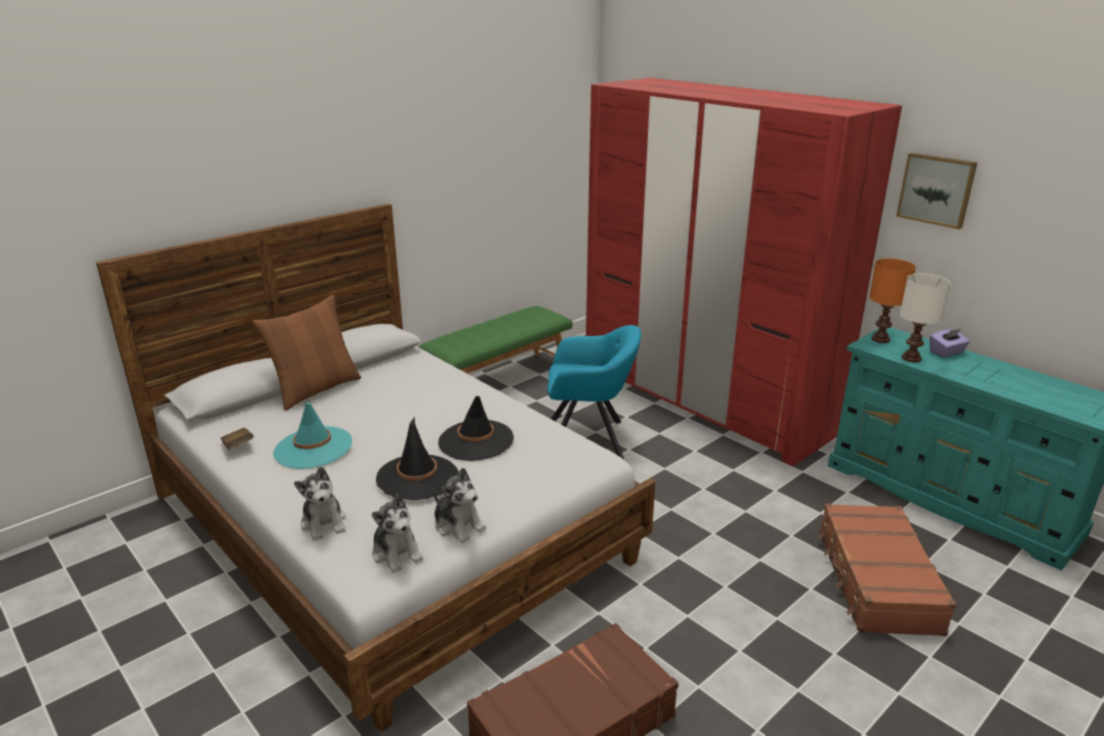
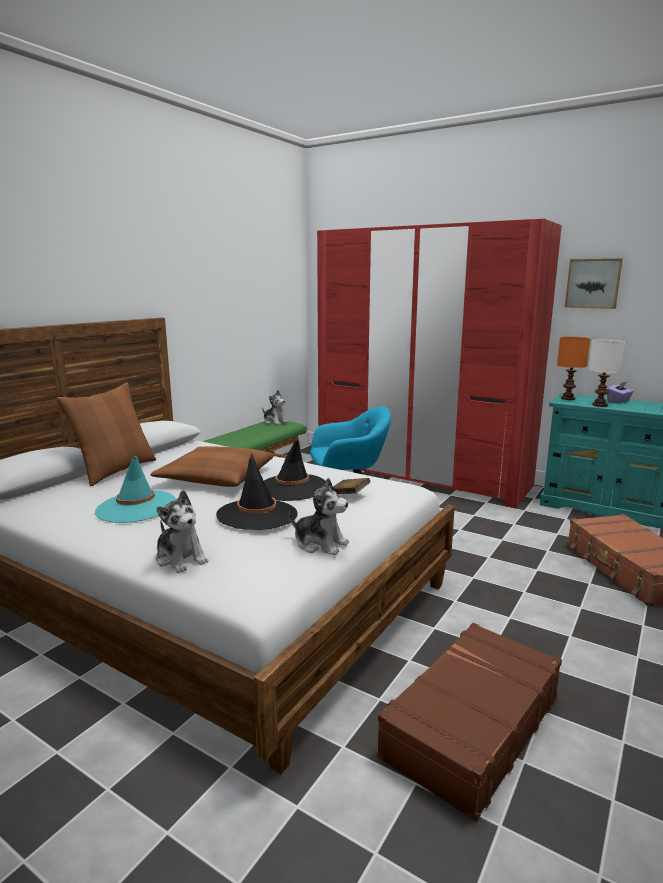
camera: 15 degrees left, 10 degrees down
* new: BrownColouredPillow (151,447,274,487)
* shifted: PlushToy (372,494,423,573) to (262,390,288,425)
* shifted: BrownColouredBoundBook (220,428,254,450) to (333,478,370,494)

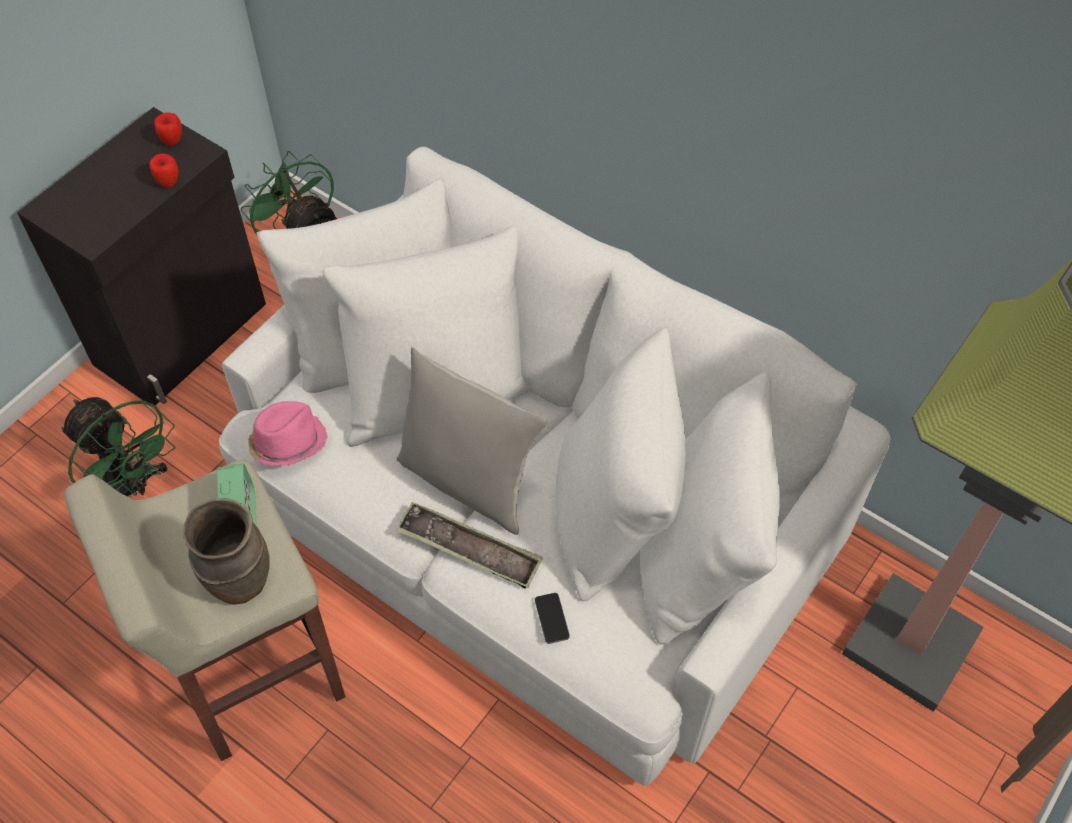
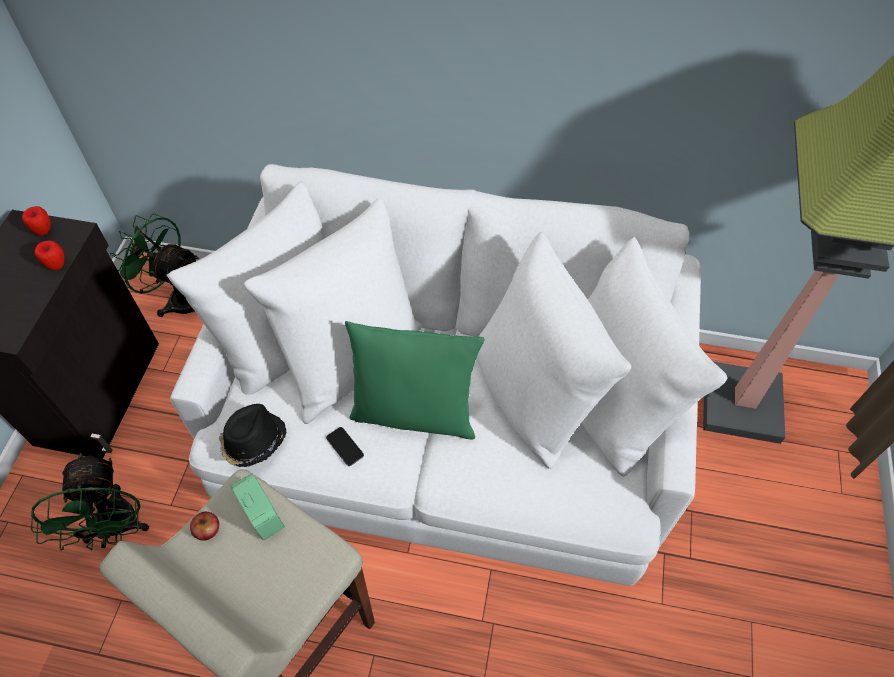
camera: 25 degrees left, 0 degrees up
* rotated: GreenColouredFan (61,397,175,496) = (31,453,149,550) 60 degrees clockwise
* new: Apple (190,512,219,541)
* repainted: PinkClothingHat (248,401,328,466) to BlackClothingHat (219,404,287,467)
* shifted: Handset (535,593,570,644) to (326,427,364,466)
* repainted: GreyishPillow (396,348,547,535) to GreenColouredPillow (345,321,485,439)
* gone: BrownColouredVase (182,498,270,605)
* gone: ServingTray (396,502,543,589)

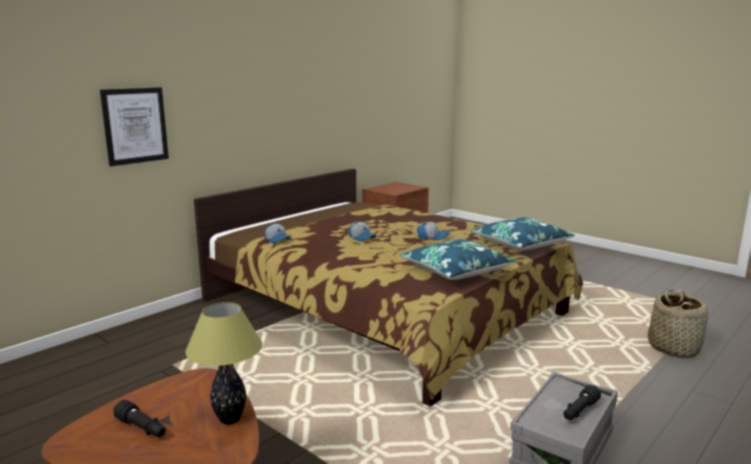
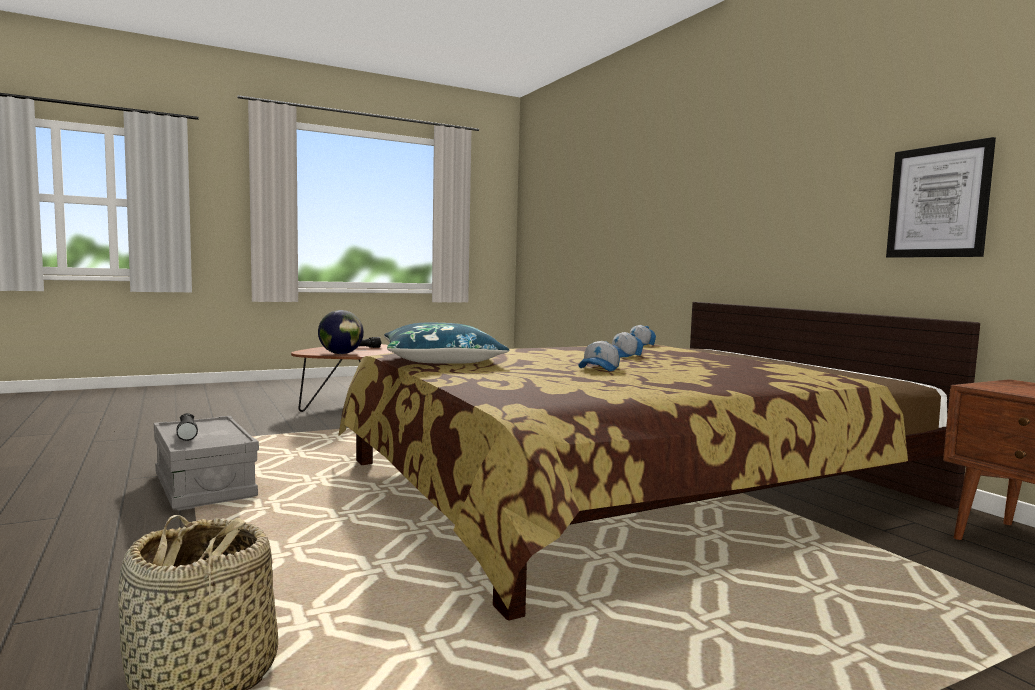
camera: 110 degrees right, 10 degrees down
* swapped: TabletopLamp (185,302,263,424) to WorldGlobe (318,310,364,354)
* shifted: WallArt (100,87,169,166) to (886,137,996,258)
* gone: BlueColouredPillow (471,217,575,251)

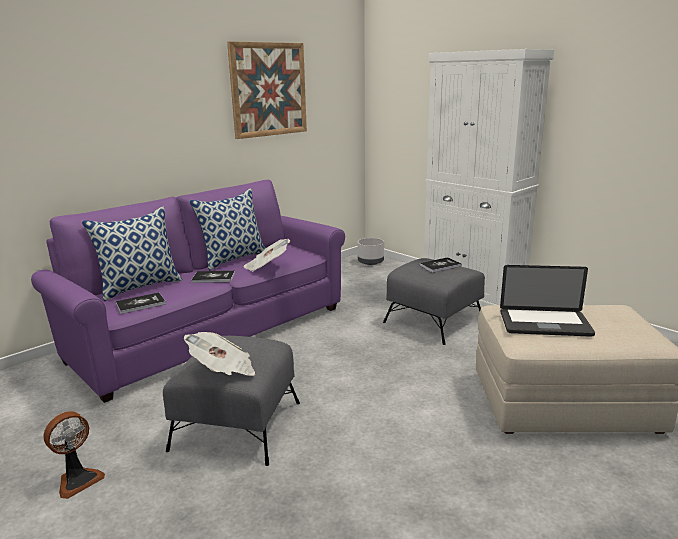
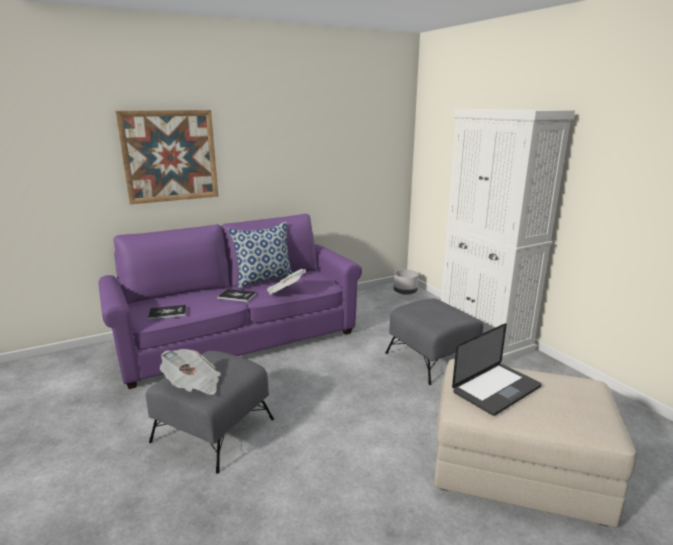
camera: 15 degrees right, 0 degrees up
* shifted: WallArt (227,41,307,139) to (115,110,218,204)
* rotated: NotebookComputer (500,265,595,337) = (452,323,542,416) 60 degrees counterclockwise
* gone: Fan (43,411,105,499)
* gone: Pillow (82,206,183,301)
* gone: BoundBook (419,257,462,273)

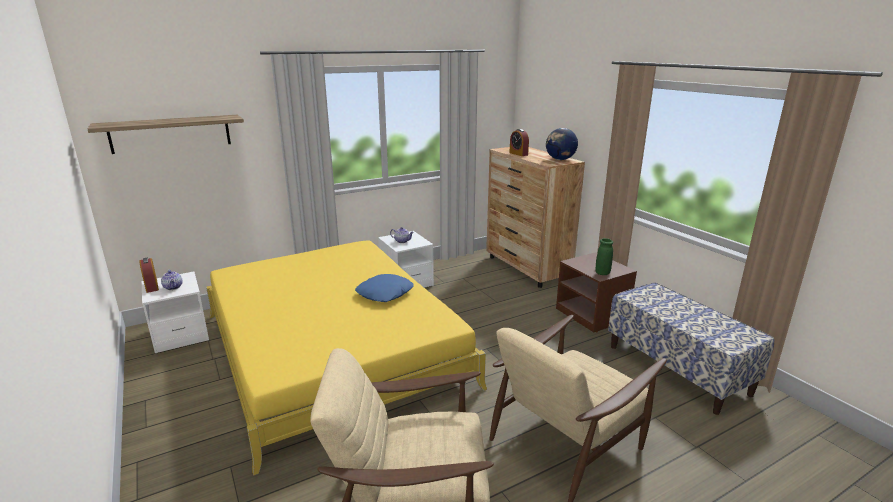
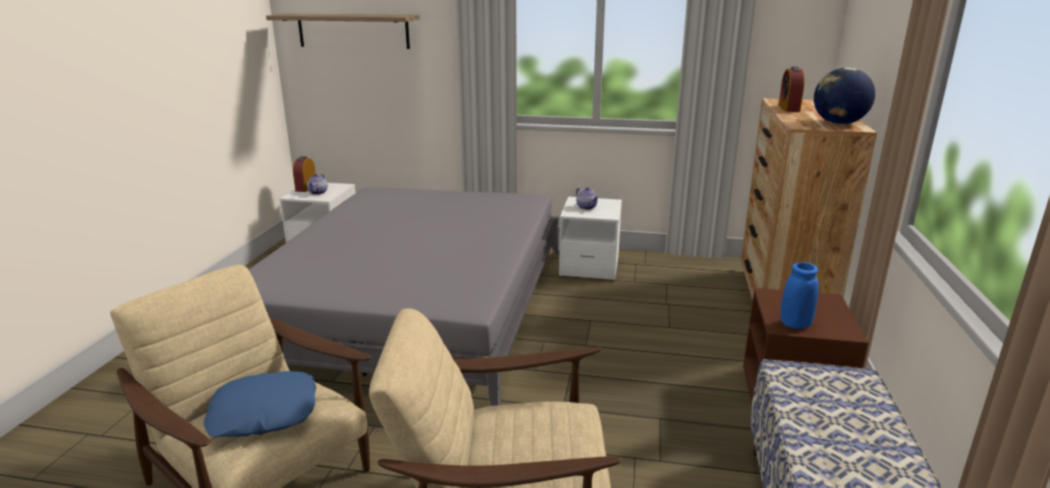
camera: 40 degrees right, 0 degrees up
* shifted: BlueColouredPillow (355,274,414,302) to (204,371,316,437)
* repainted: YellowSleepingBed (206,240,487,476) to GreyishSleepingBed (249,187,560,406)
* repainted: GreenColouredVase (596,238,613,275) to BlueColouredVase (781,262,819,329)

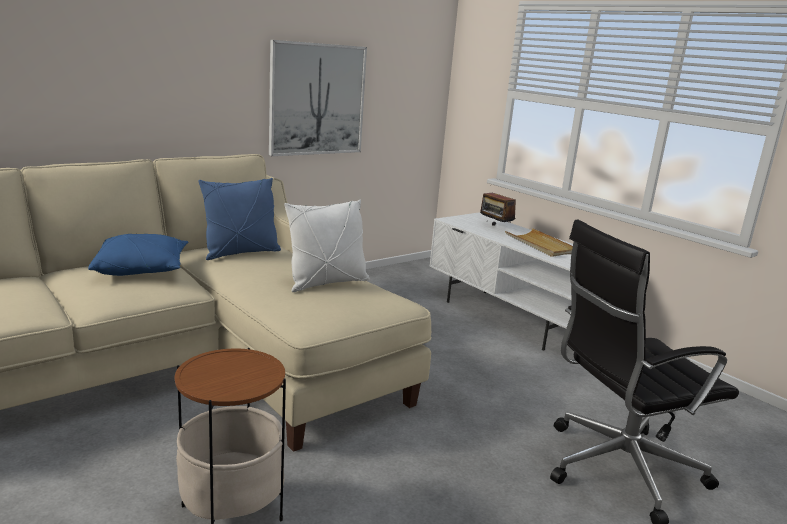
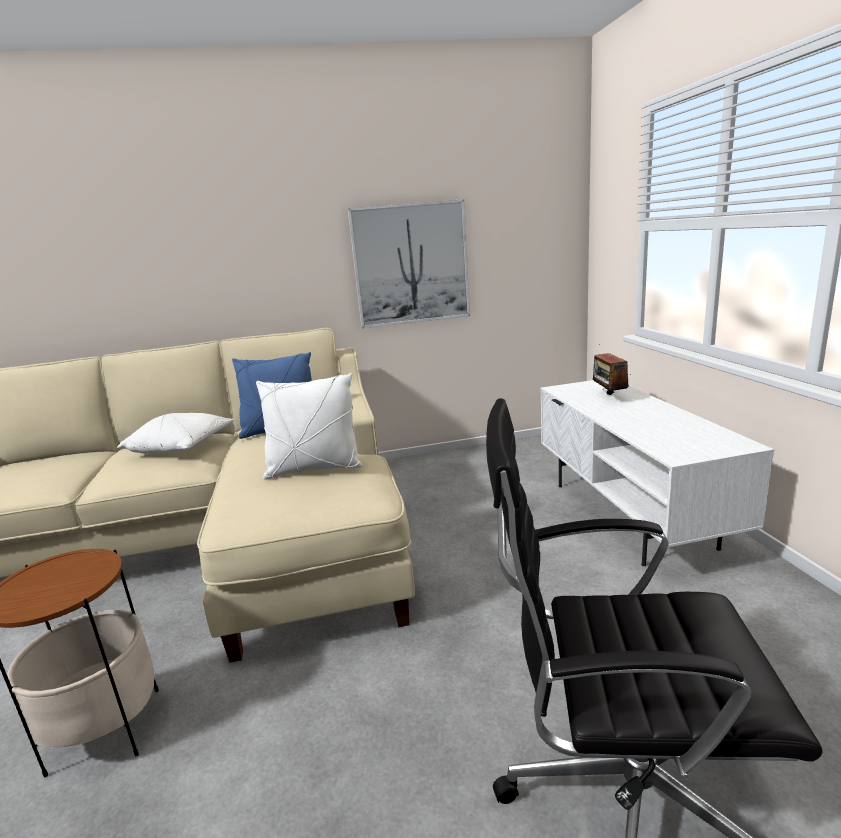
camera: 30 degrees right, 0 degrees up
* repainted: BlueColouredPillow (88,234,188,276) to WhitishPillow (117,413,234,454)
* gone: BeigeColouredServingTray (505,228,573,257)

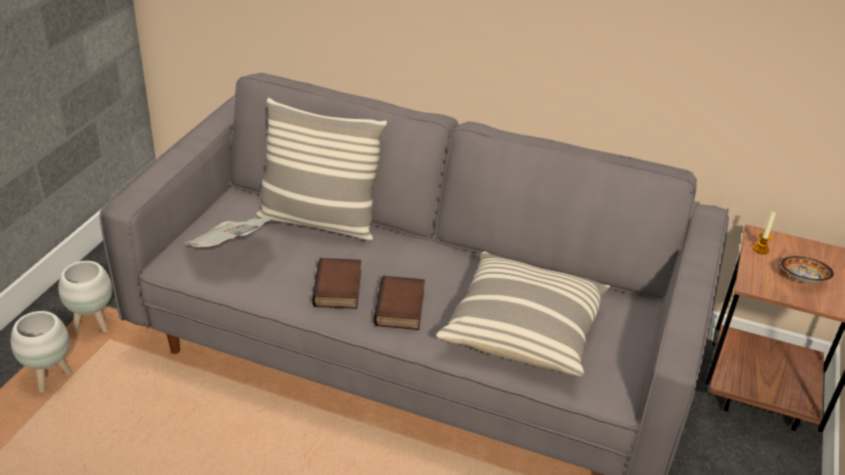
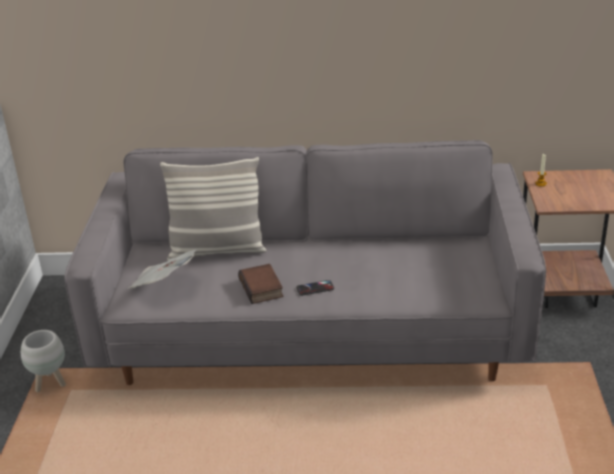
camera: 15 degrees left, 5 degrees down
* swapped: BoundBook (374,276,425,330) to Handset (296,280,334,296)
* gone: WhitishFlowerPot (11,311,72,392)
* gone: Pillow (436,252,610,376)
* gone: DeepDish (781,256,834,283)

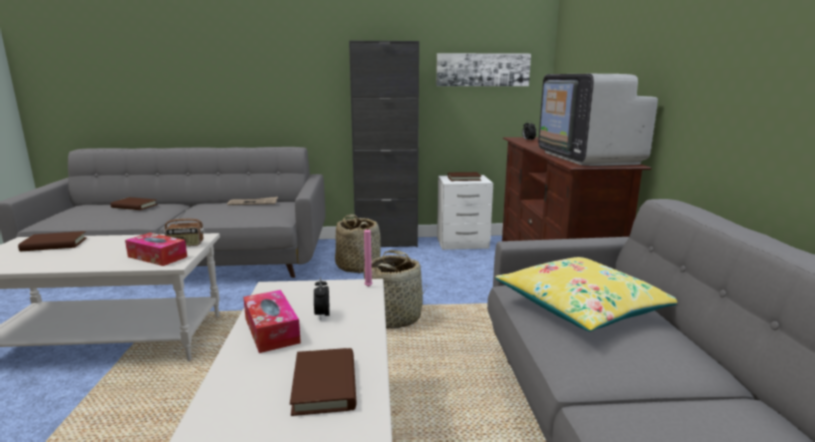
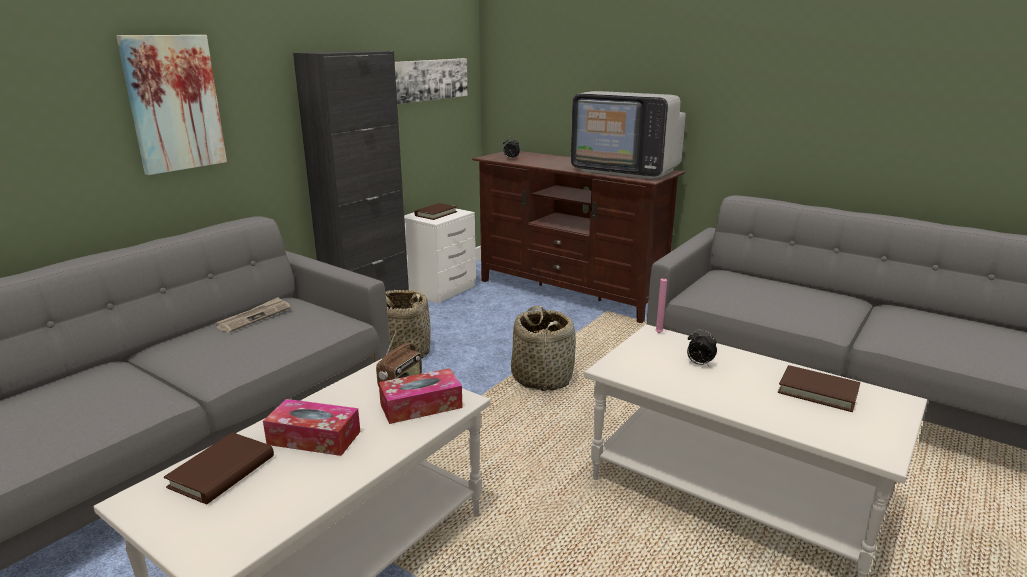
camera: 50 degrees left, 5 degrees up
* new: WallArt (116,35,227,175)
* shifted: TissueHolder (243,290,301,353) to (263,399,360,456)
* gone: BrownColouredBoundBook (111,197,158,210)
* gone: YellowPillow (495,257,677,332)

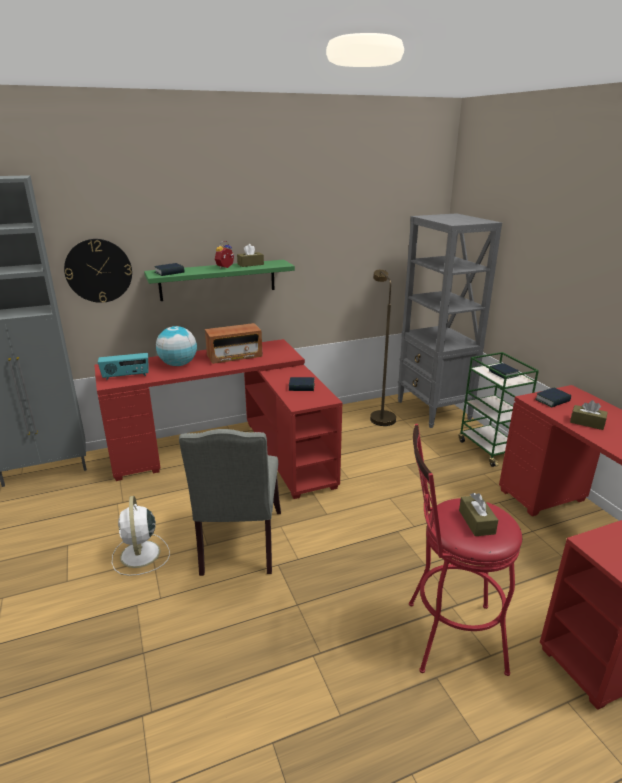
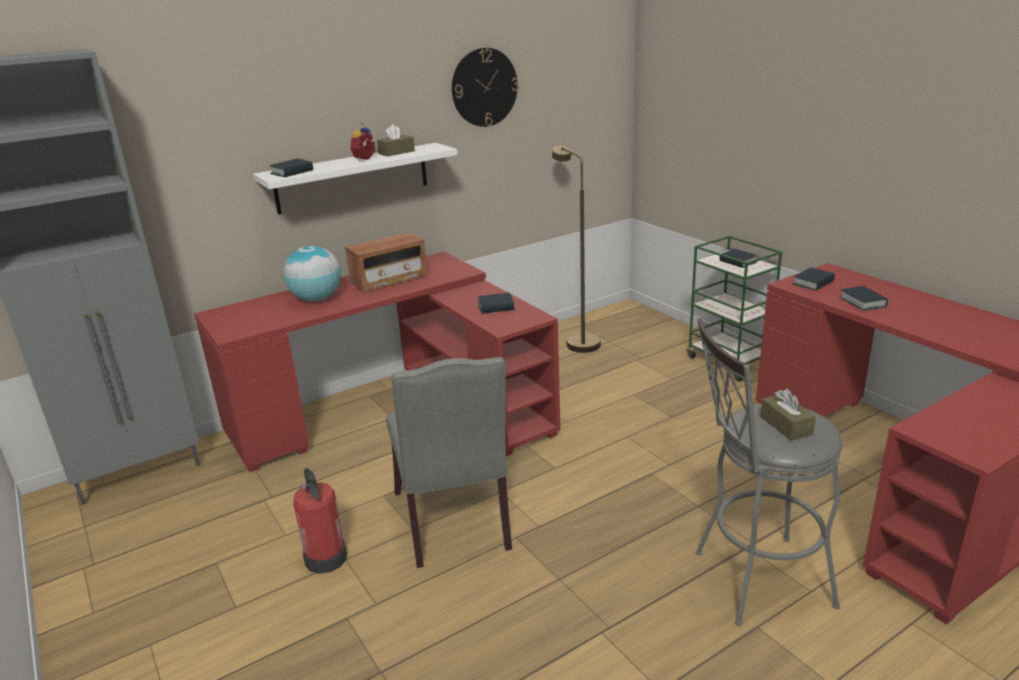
camera: 10 degrees left, 0 degrees up
* repainted: GreenColouredWallShelf (144,260,295,301) to WhitishWallShelf (253,143,457,215)
* swapped: WhitishFan (112,496,170,576) to Extinguisher (293,468,347,574)
* shifted: ClockOnTheWall (64,239,132,303) to (452,48,519,127)
* repainted: RedStool (409,424,522,676) to GreyishStool (696,316,842,626)
* swapped: BrownColouredTissueHolder (570,400,608,430) to BoundBook (840,286,888,311)
* gone: RadioSet (98,353,149,380)
* gone: GreyishBookshelf (398,213,502,428)

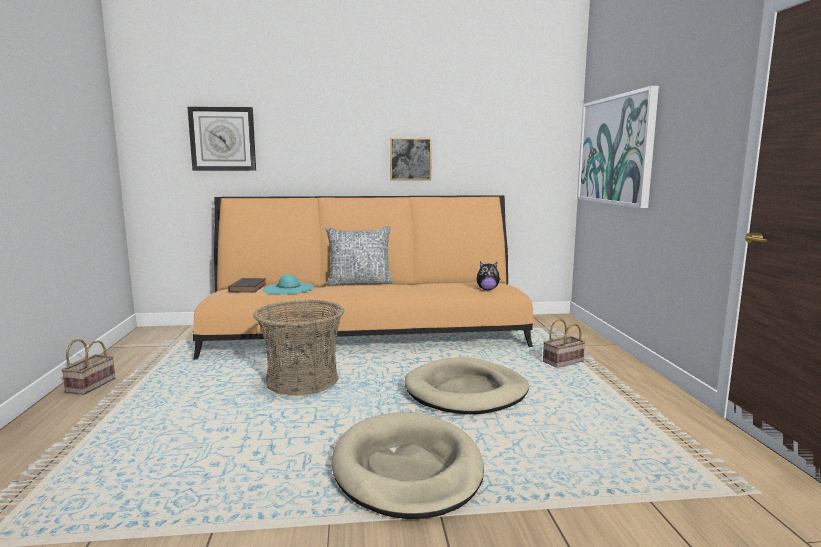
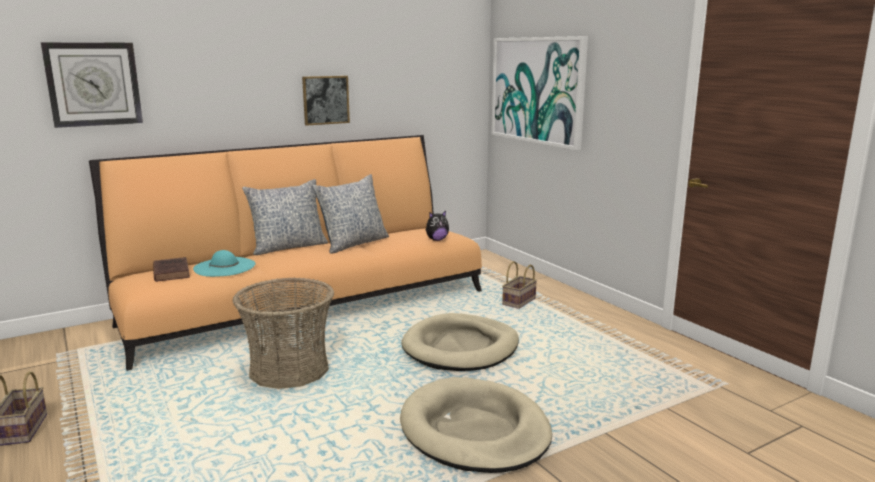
camera: 25 degrees left, 5 degrees up
* new: Pillow (312,174,389,254)

